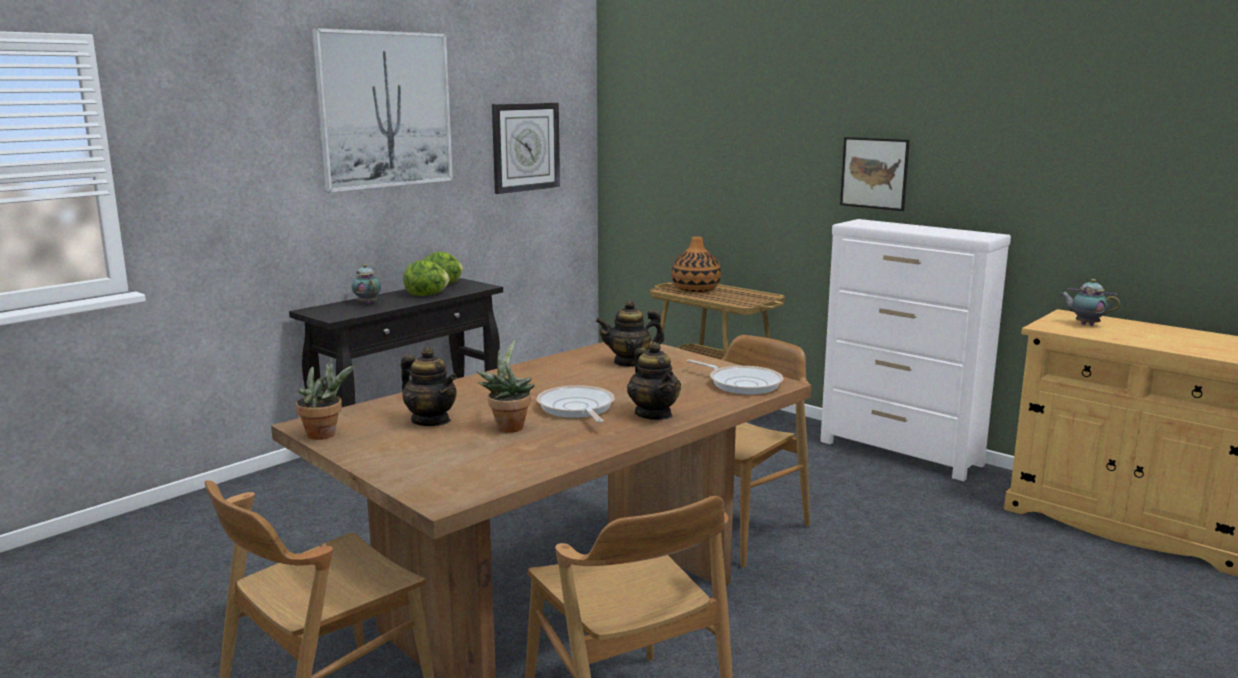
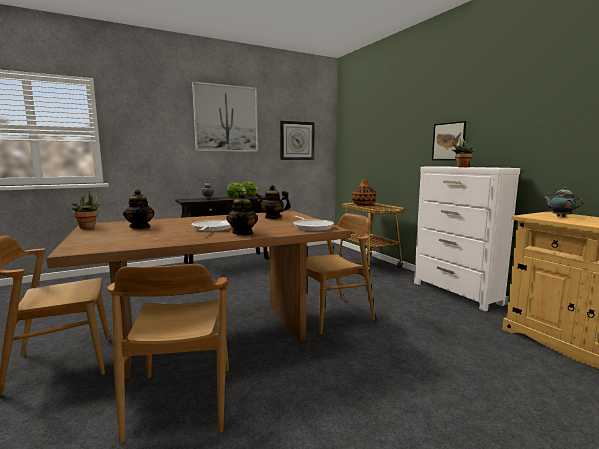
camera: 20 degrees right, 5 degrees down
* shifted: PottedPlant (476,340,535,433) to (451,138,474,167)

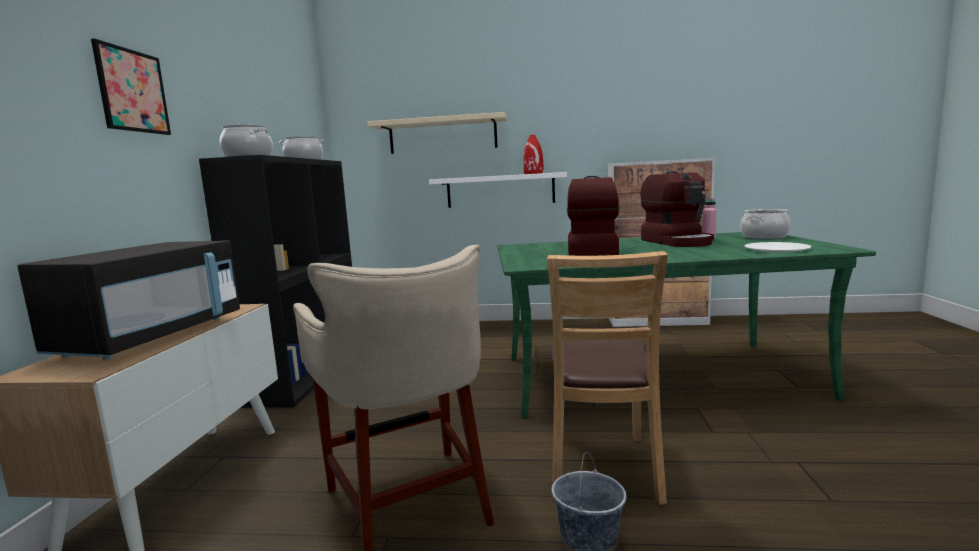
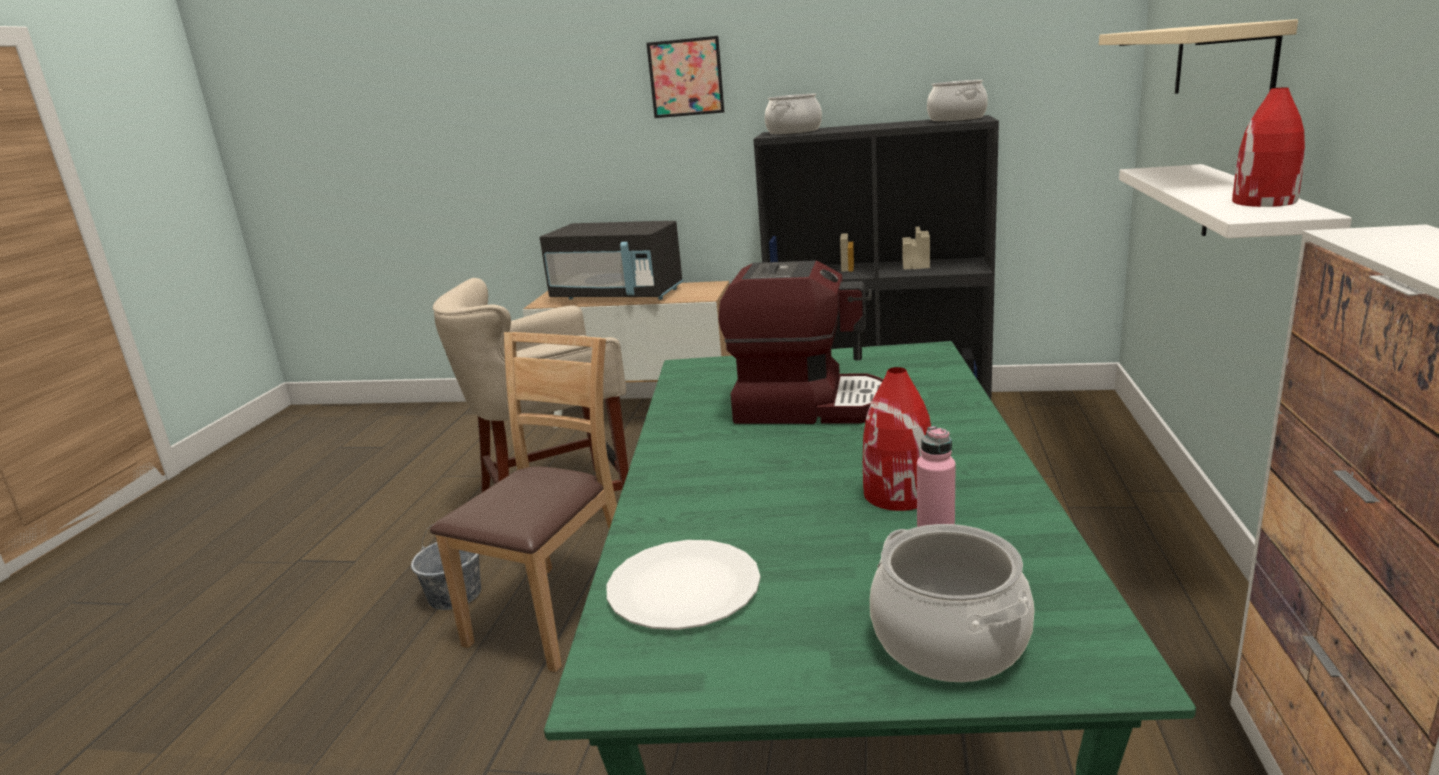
camera: 95 degrees right, 10 degrees up
* rotated: BrownColouredUprightChair (547,251,668,505) = (430,332,617,672) 105 degrees clockwise
* swapped: CoffeeMaker (640,171,714,247) to RedVase (863,367,931,511)

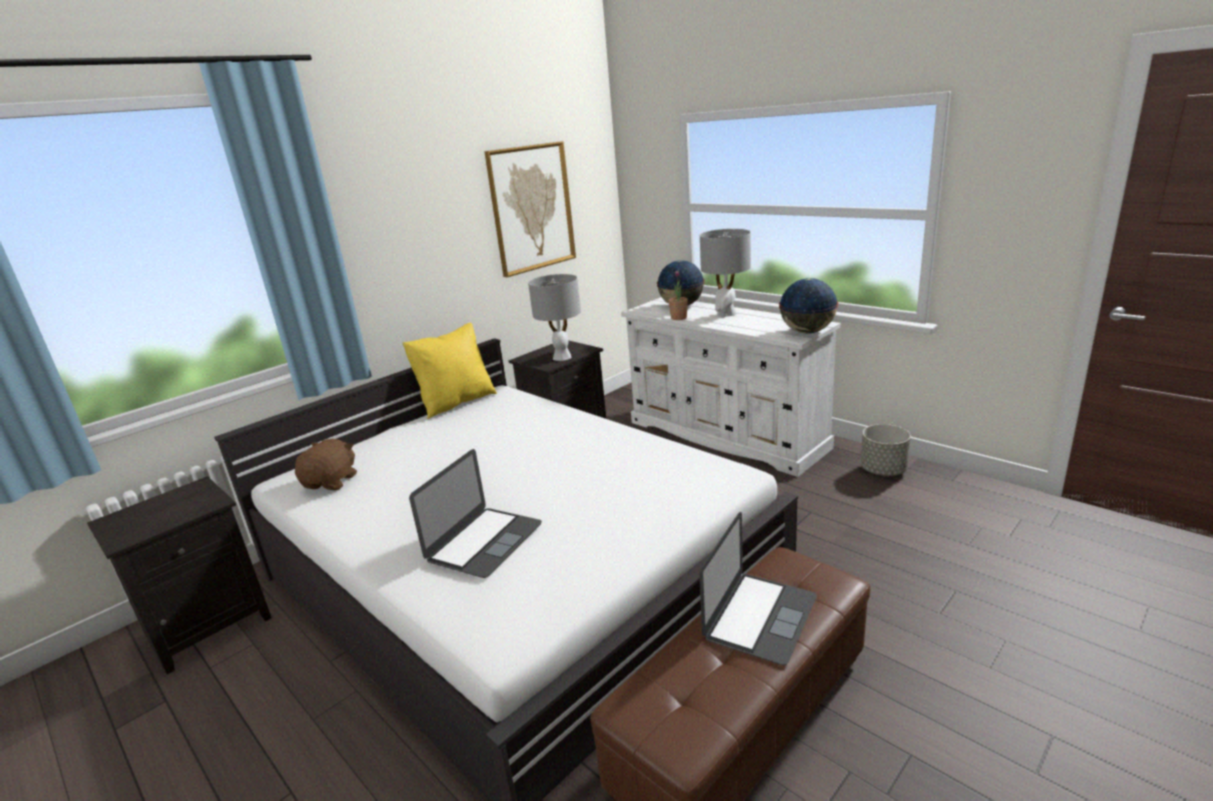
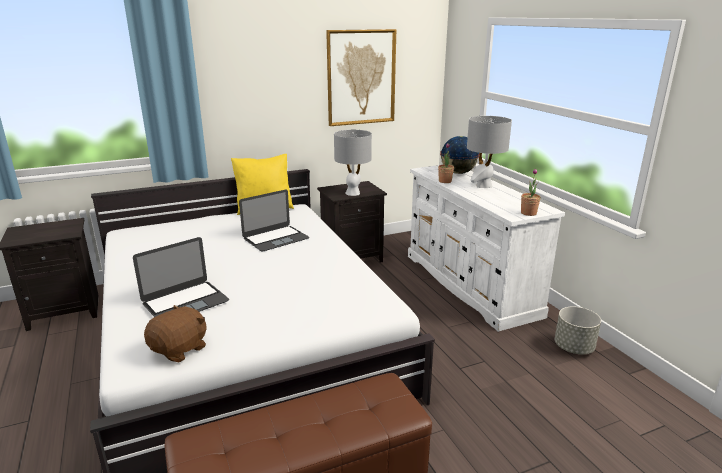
camera: 20 degrees right, 0 degrees up
* shifted: BrownColouredPlushToy (295,439,357,490) to (144,305,207,363)
* shifted: NotebookComputer (699,512,817,665) to (239,190,309,252)
* swapped: WorldGlobe (779,278,838,333) to PottedPlant (521,169,541,216)

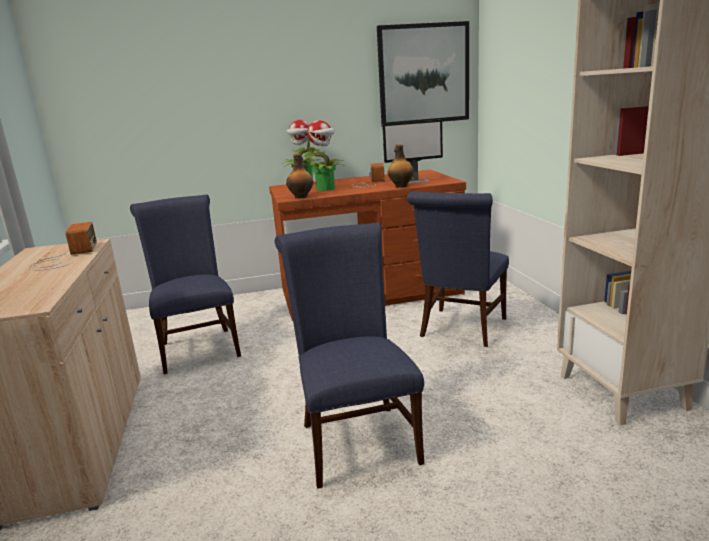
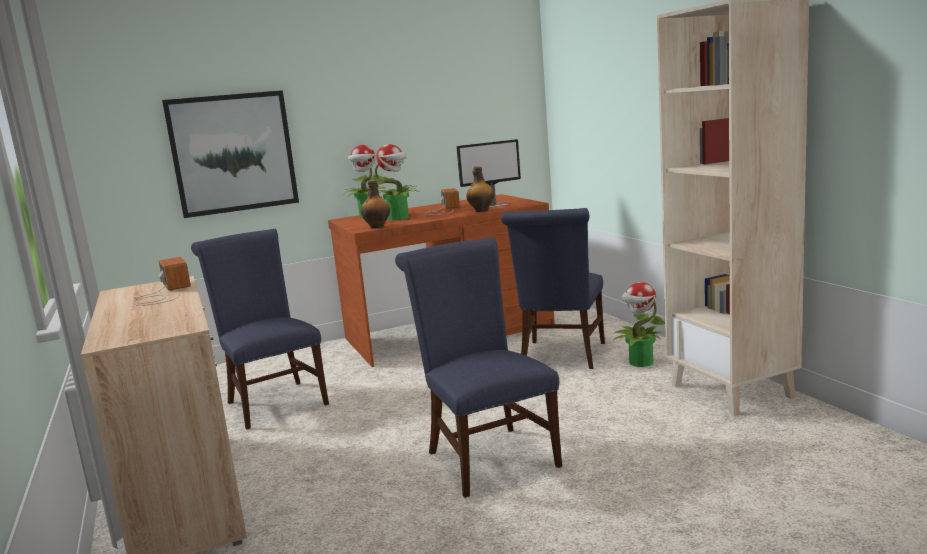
camera: 10 degrees left, 5 degrees down
* shifted: WallArt (377,21,469,126) to (162,90,299,218)
* new: PottedPlant (615,282,665,367)

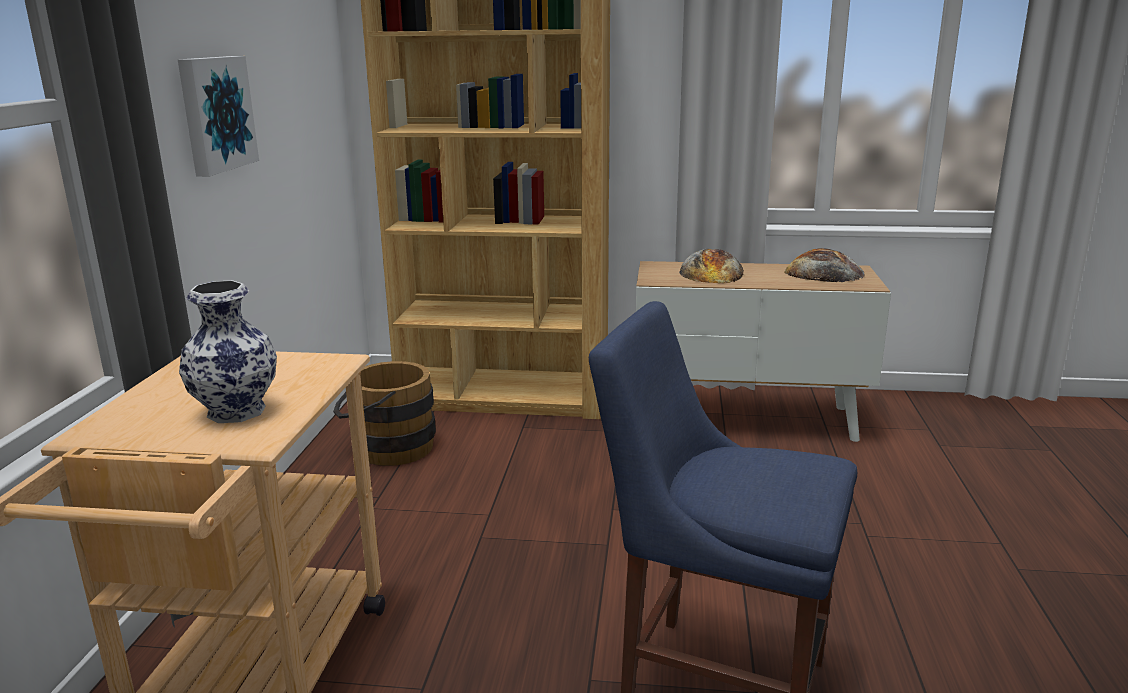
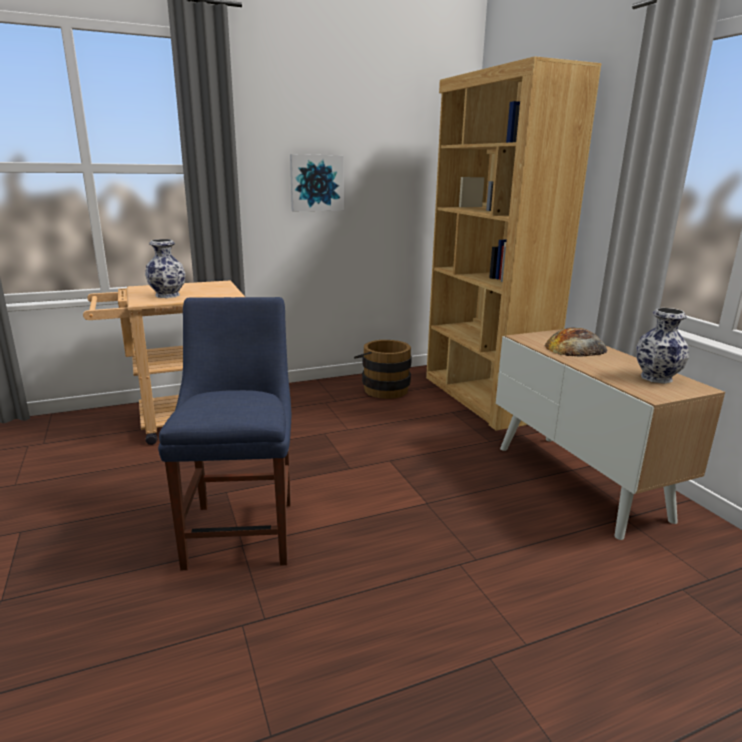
camera: 60 degrees right, 0 degrees up
* swapped: BakeryBread (785,248,865,282) to Vase (636,308,689,384)

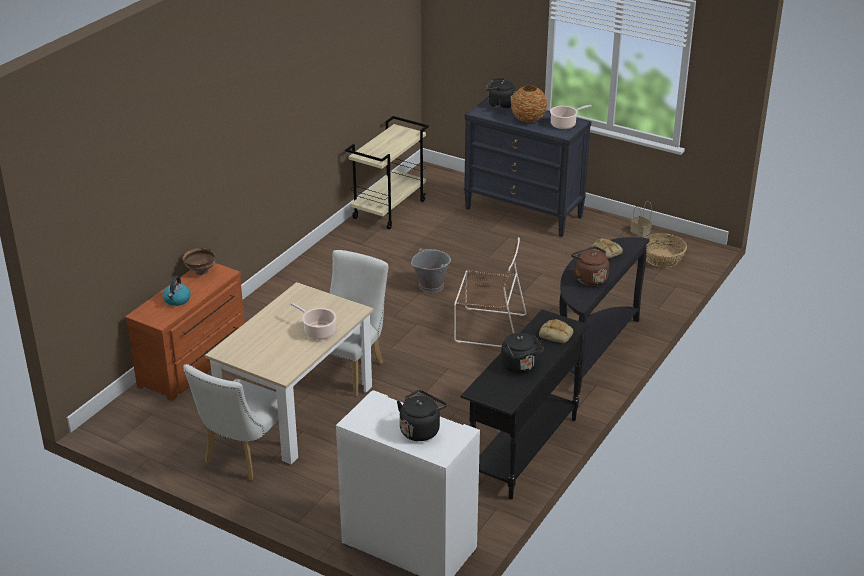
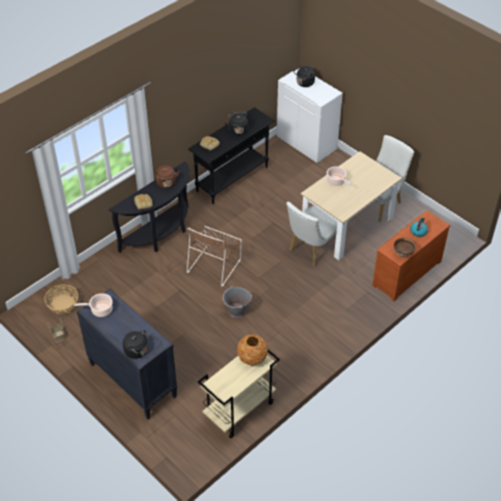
camera: 165 degrees left, 15 degrees up
* rotated: BrownColouredUprightChair (454,237,527,347) = (187,226,242,287) 90 degrees counterclockwise
* shifted: Vase (511,86,547,123) to (237,334,268,365)

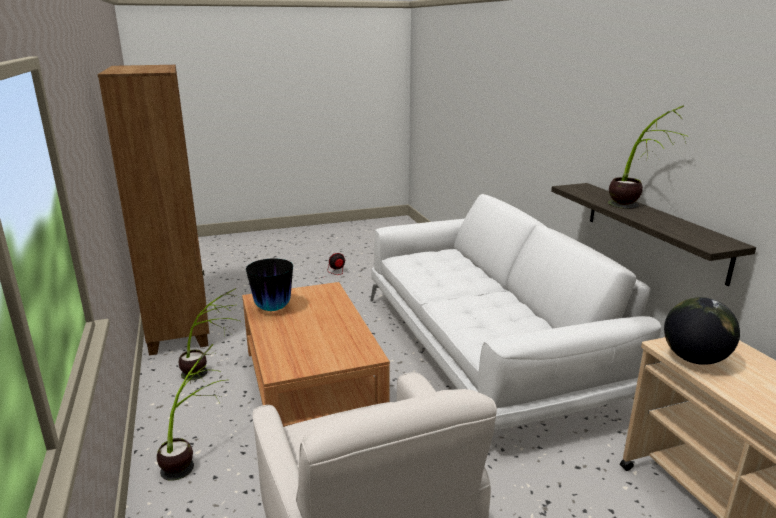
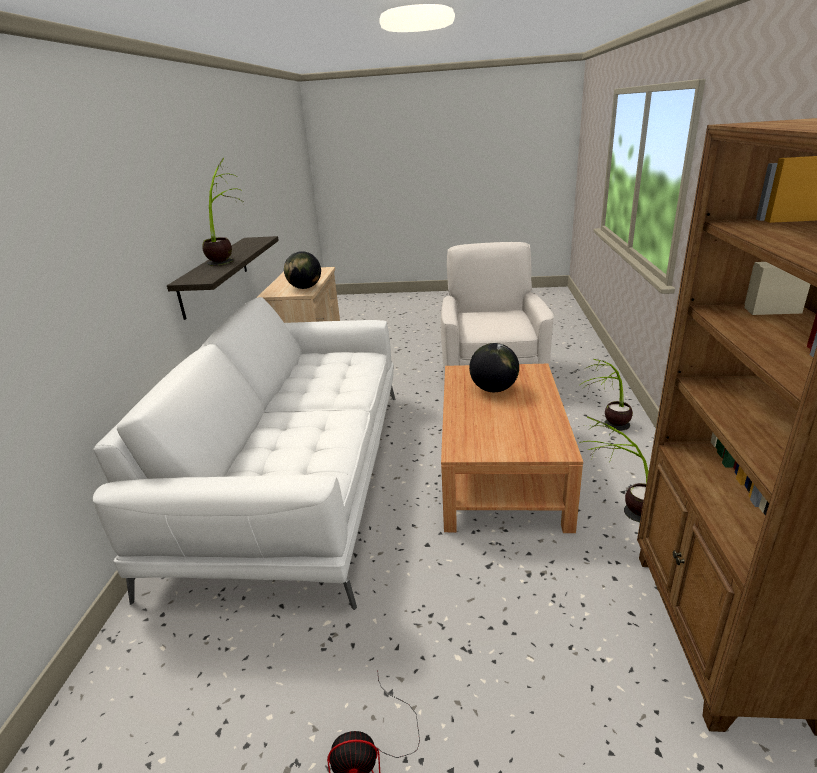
camera: 155 degrees left, 5 degrees up
* new: WorldGlobe (469,343,519,392)
* gone: Vase (246,258,293,311)

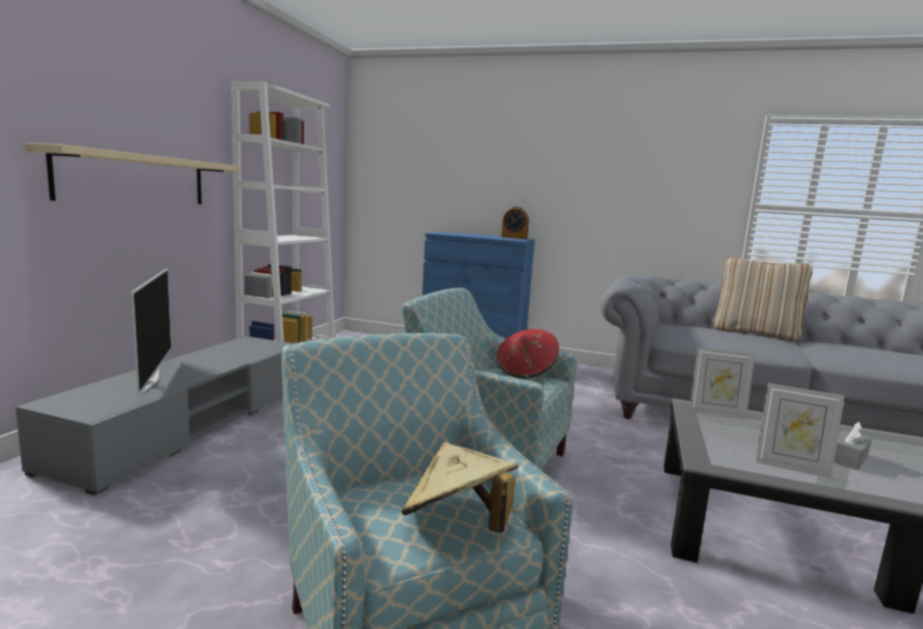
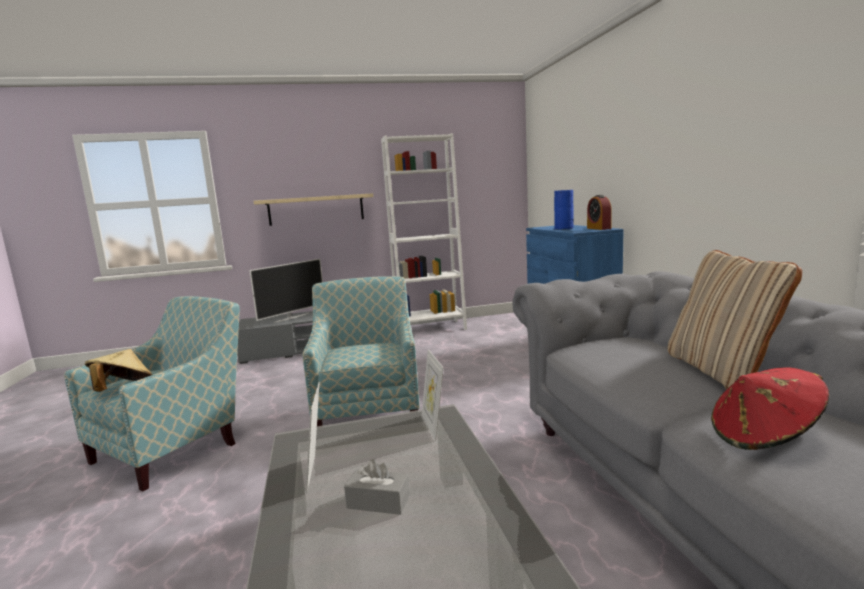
camera: 60 degrees right, 0 degrees up
* new: BlueColouredVase (554,190,574,230)
* shifted: RedClothingHat (497,329,559,379) to (711,367,829,450)

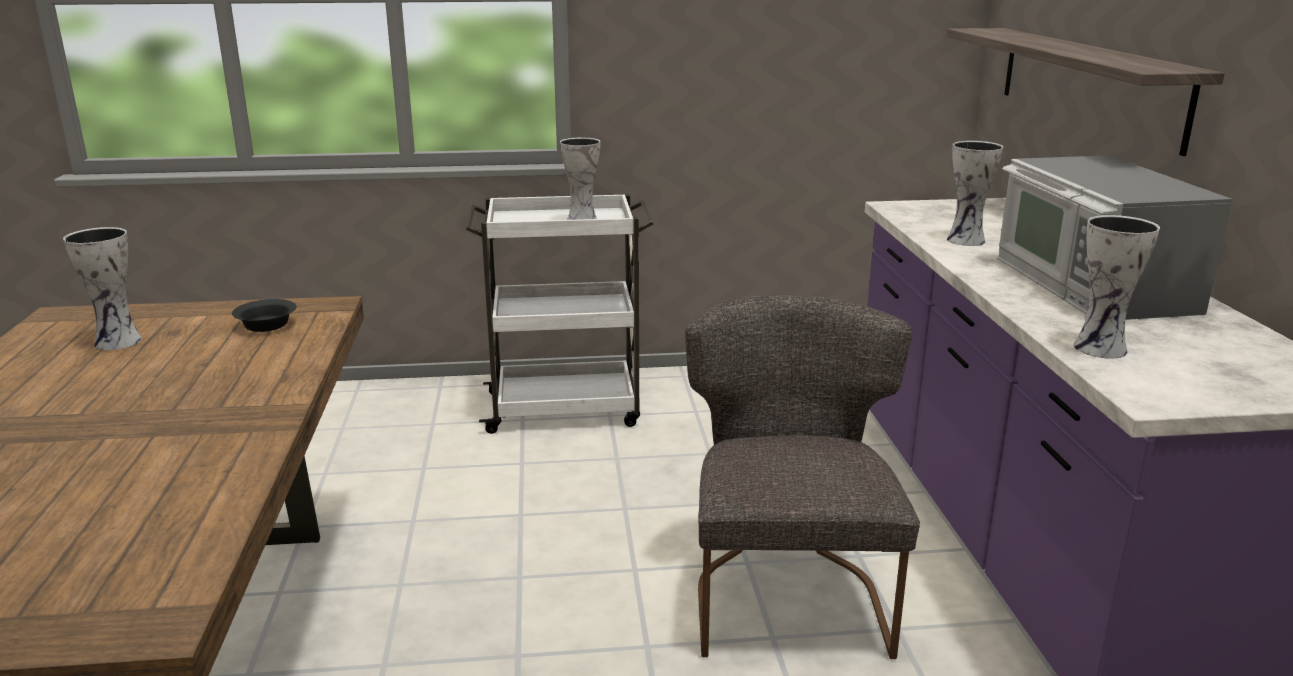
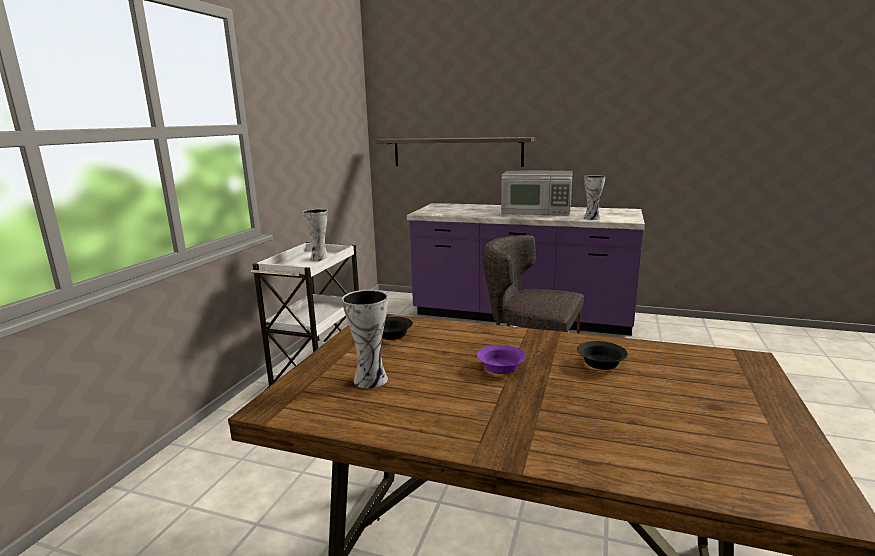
camera: 65 degrees left, 5 degrees down
* new: PurplishDeepDish (477,345,526,374)
* new: BlackDeepDish (577,341,628,370)
* gone: Vase (947,141,1003,246)

